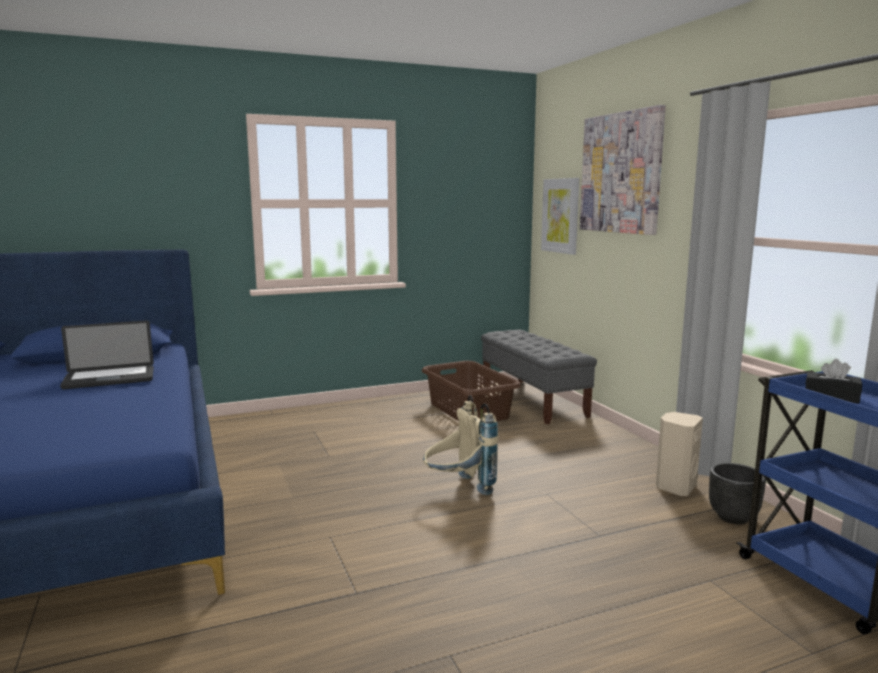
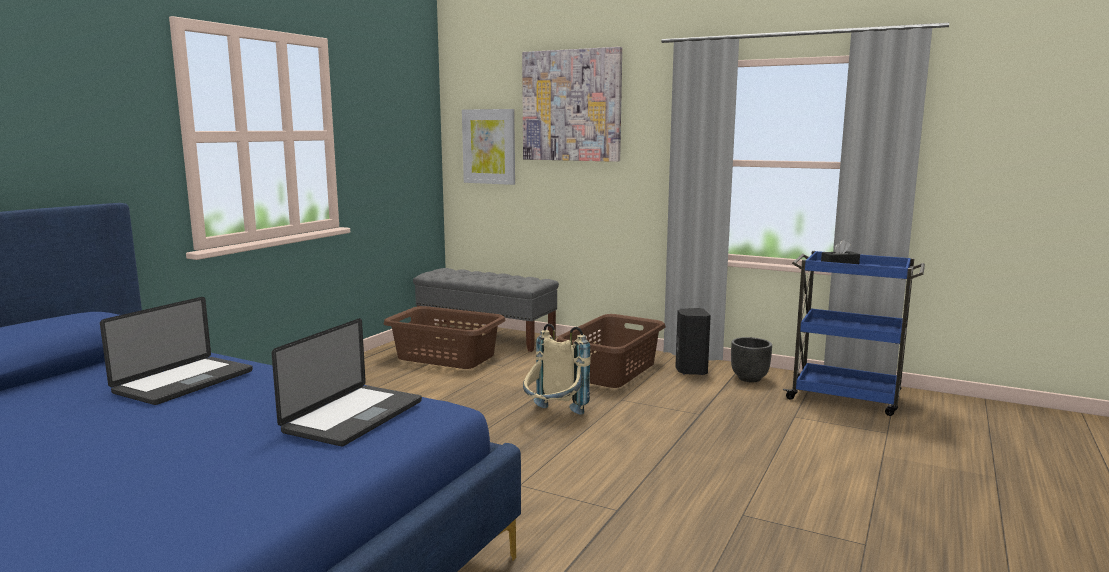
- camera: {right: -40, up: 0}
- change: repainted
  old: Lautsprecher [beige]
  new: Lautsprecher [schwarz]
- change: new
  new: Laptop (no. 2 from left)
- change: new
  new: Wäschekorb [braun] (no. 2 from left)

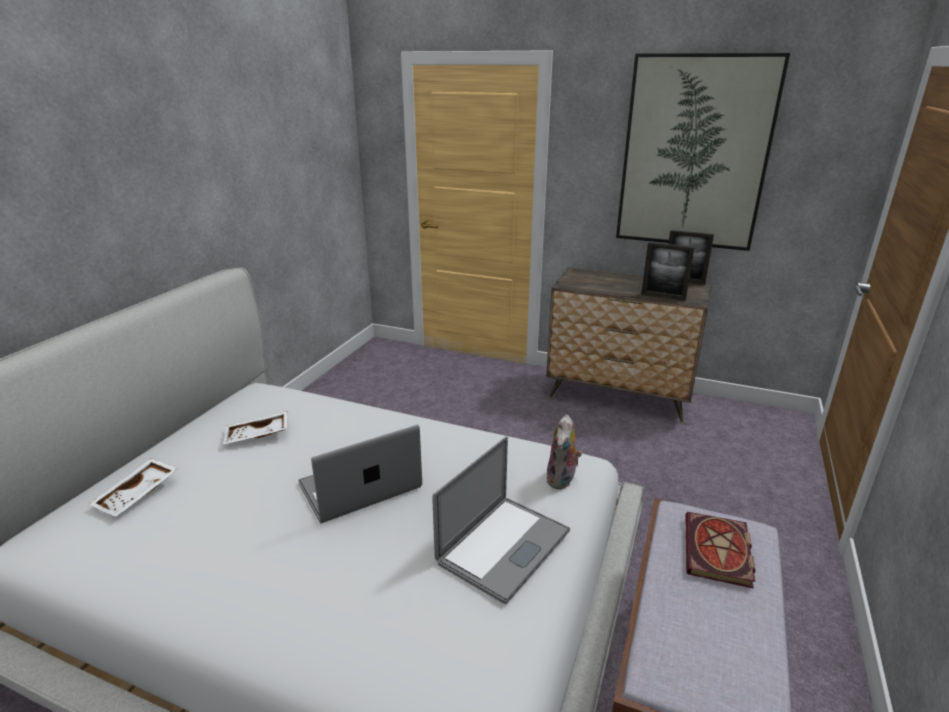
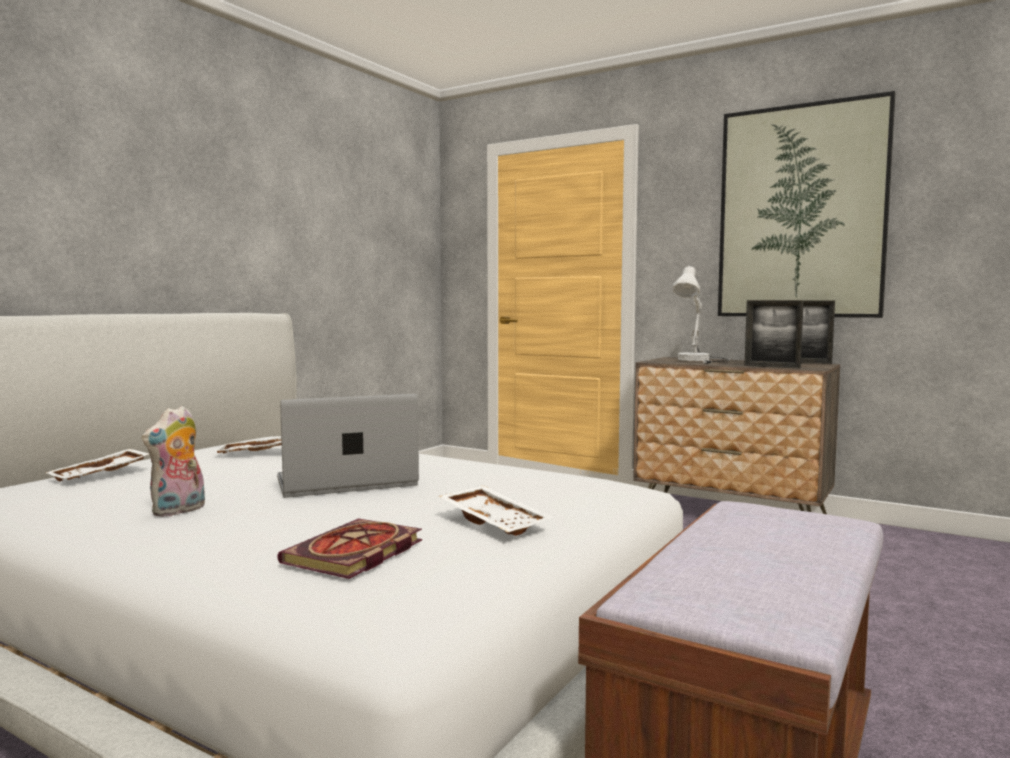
- camera: {right: 10, up: -20}
- change: swapped
  old: Laptop (no. 2 from left)
  new: Tablett [weiß] (no. 3 from left)
- change: shifted
  old: Plüschtier
- change: shifted
  old: Buch
- change: new
  new: Tischlampe [weiß]

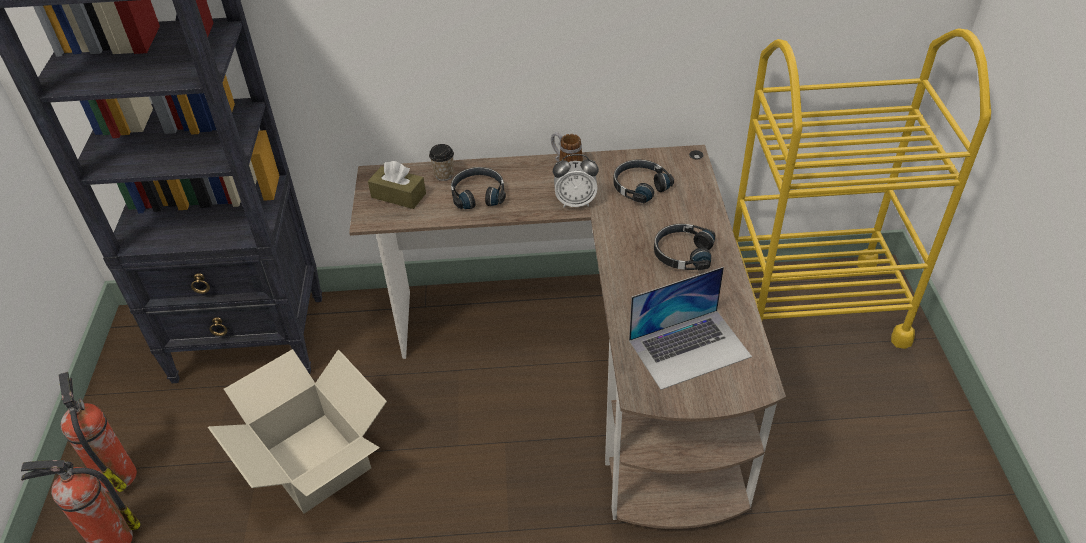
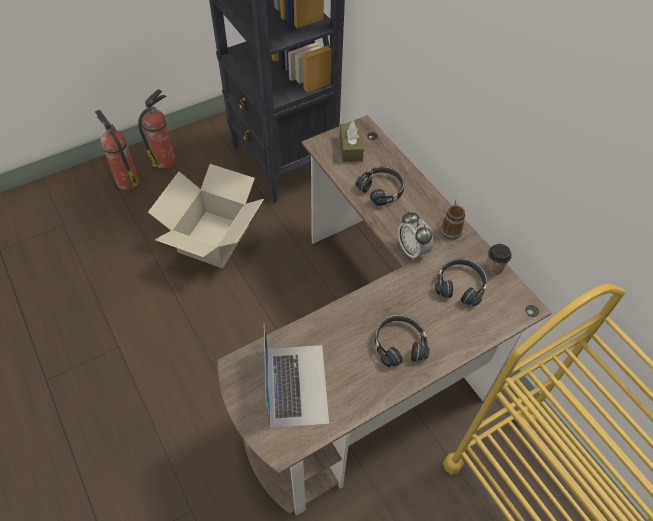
- camera: {right: 60, up: 10}
- change: shifted
  old: Tasse
- change: rotated
  old: Laptop
  degrees: -135

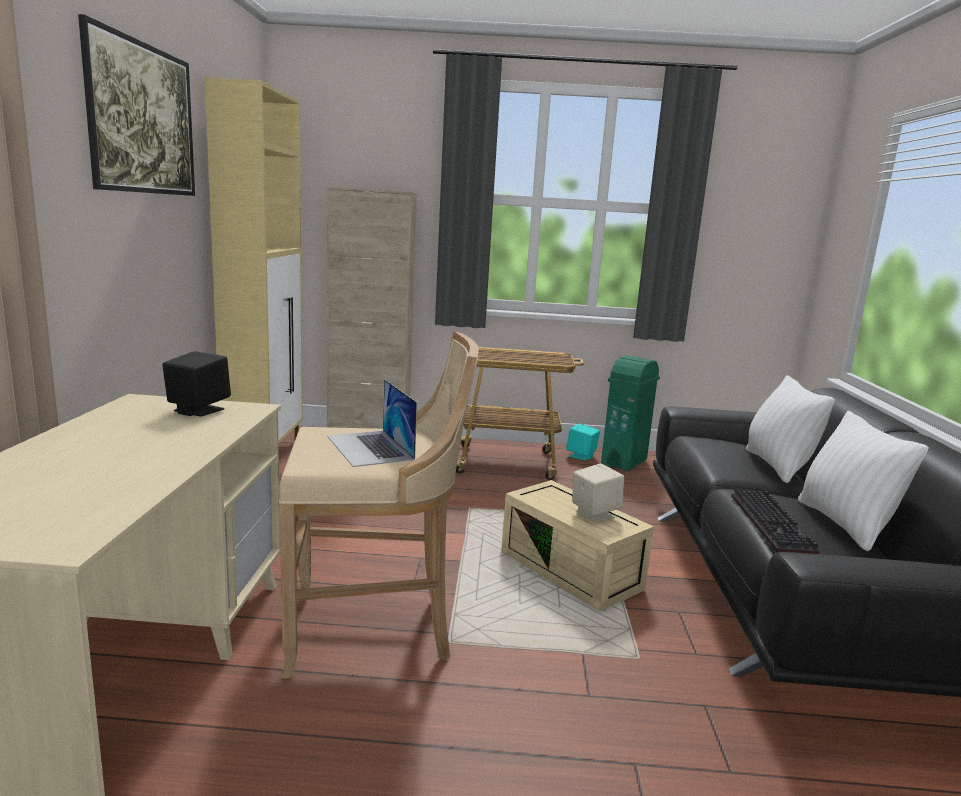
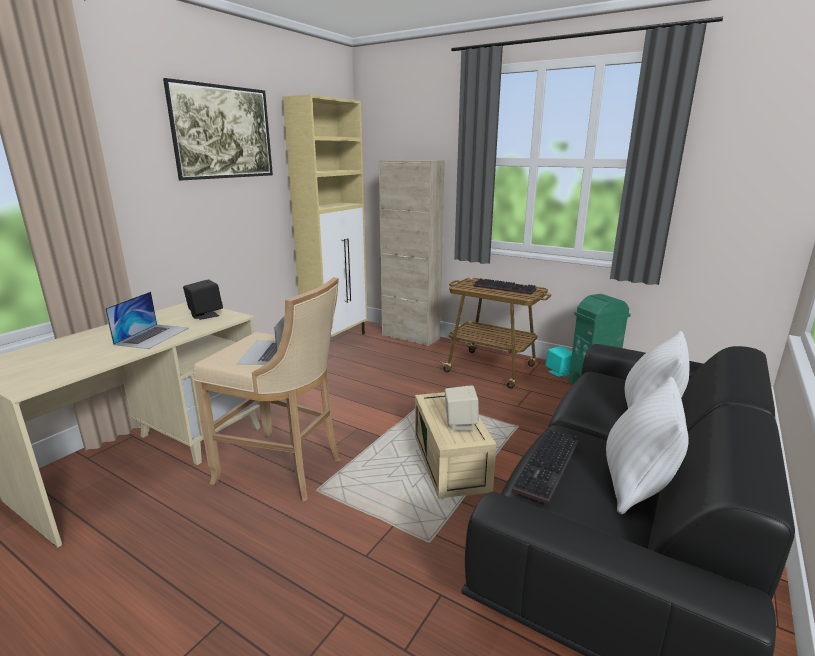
- camera: {right: 30, up: 5}
- change: new
  new: Laptop (no. 1 from left)
- change: new
  new: Tastatur (no. 1 from left)

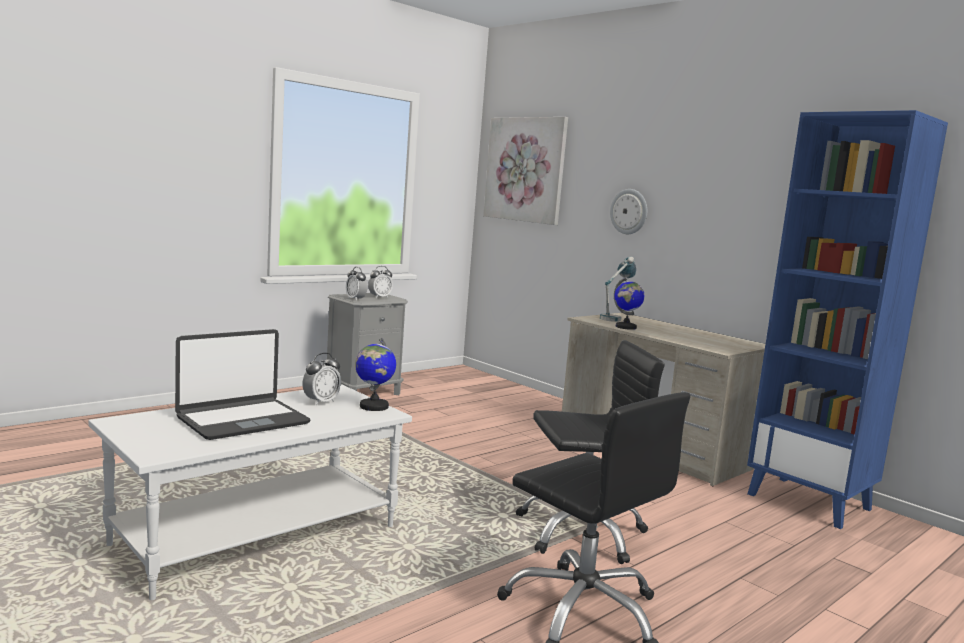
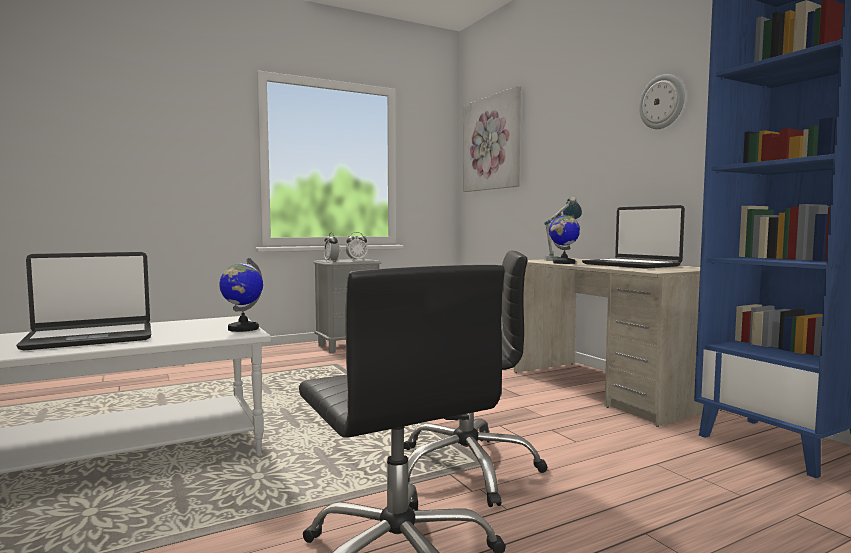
- camera: {right: 15, up: -5}
- change: gone
  old: Wecker (no. 1 from left)
- change: shifted
  old: Wanduhr
- change: new
  new: Laptop (no. 2 from left)

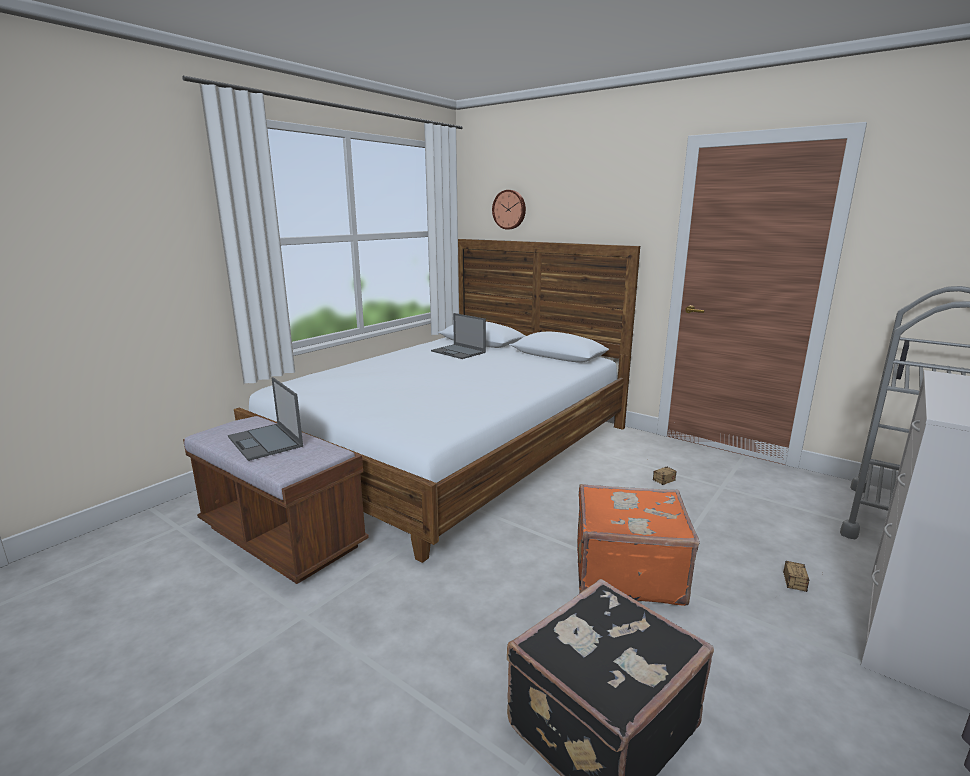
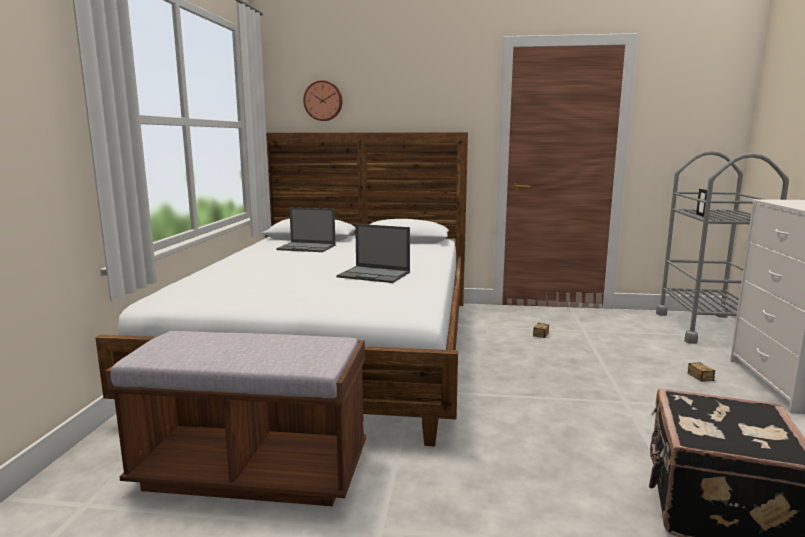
- camera: {right: -30, up: -5}
- change: shifted
  old: Laptop (no. 1 from left in the first image)
  new: Laptop (no. 2 from left)
- change: gone
  old: Koffer [orange]

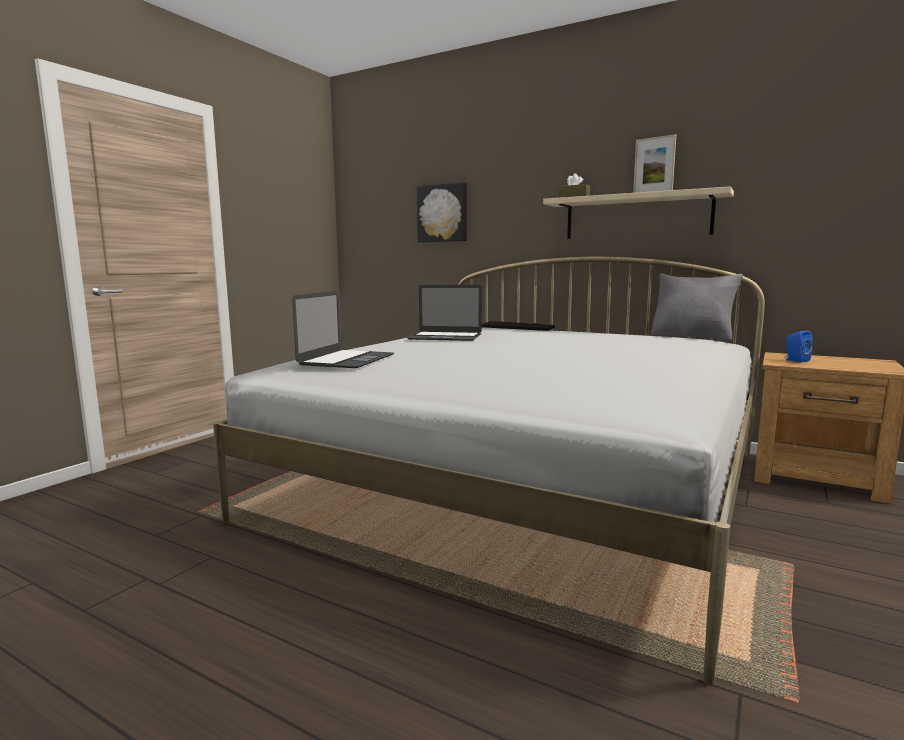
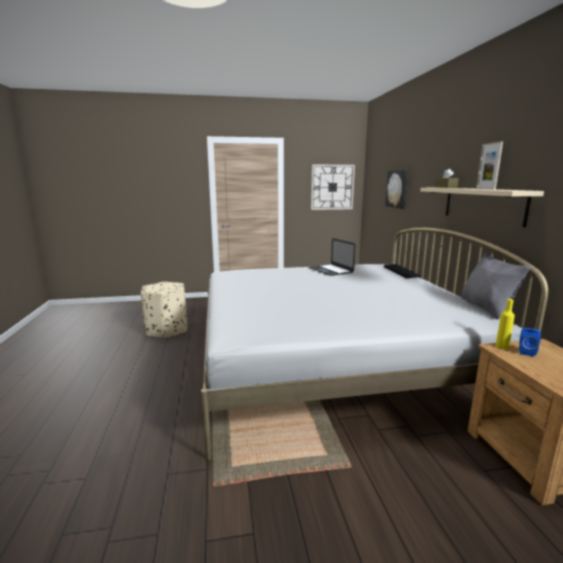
- camera: {right: 50, up: 5}
- change: gone
  old: Laptop (no. 1 from left)
- change: new
  new: Polsterhocker [beige]
- change: new
  new: Wanduhr
- change: new
  new: Flasche [gelb]

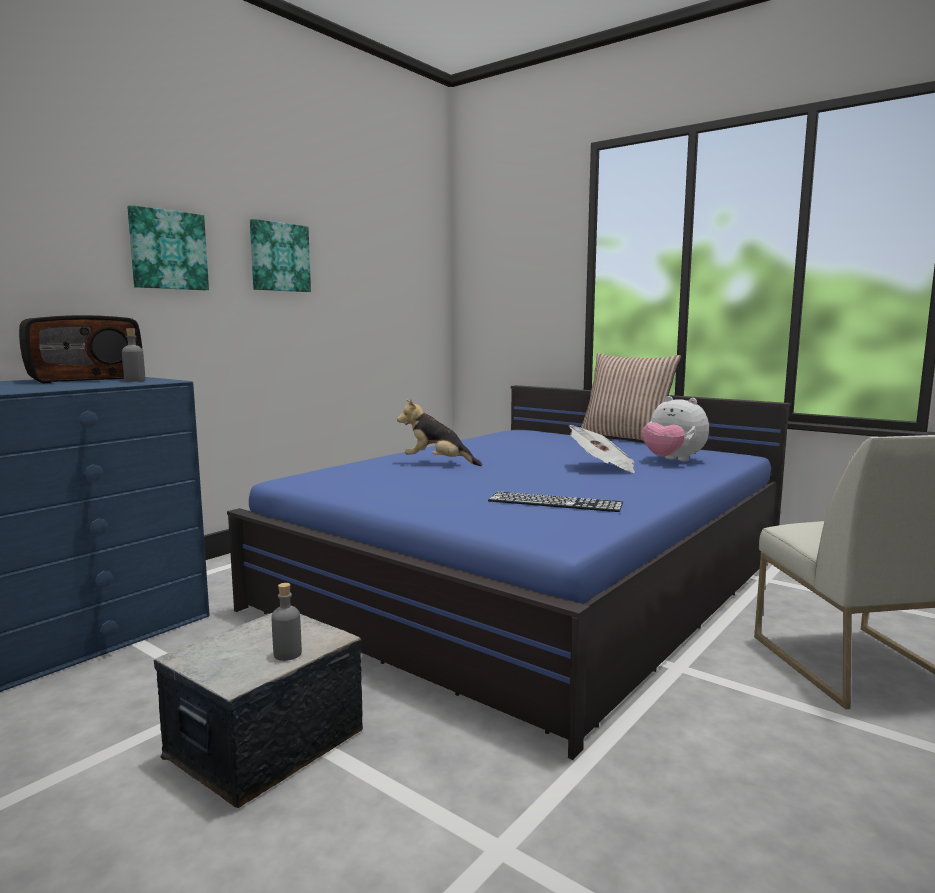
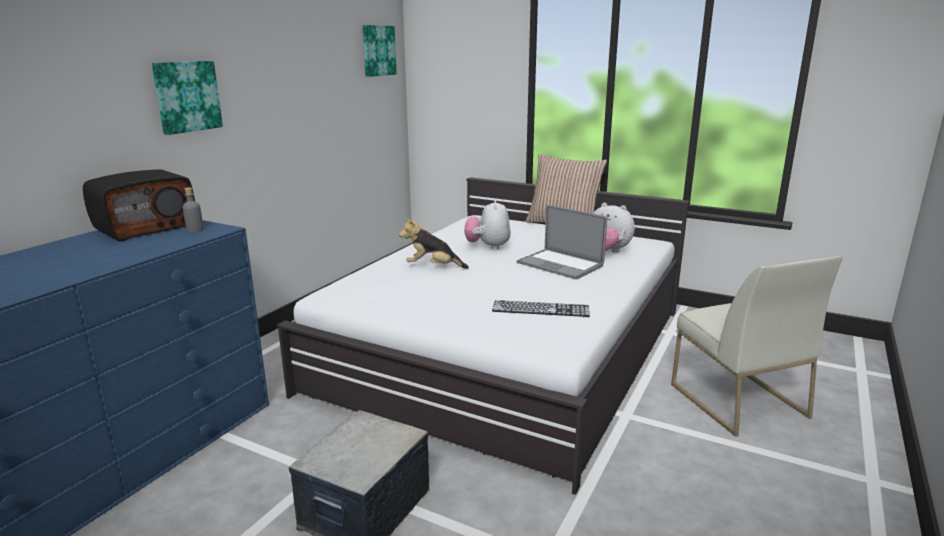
- camera: {right: -10, up: 10}
- change: repainted
  old: Bett [blau]
  new: Bett [weiß]
- change: shifted
  old: Bild (no. 2 from left)
- change: gone
  old: Flasche [grau] (no. 2 from left)
- change: swapped
  old: Zeitung
  new: Laptop
- change: new
  new: Plüschtier (no. 2 from left)

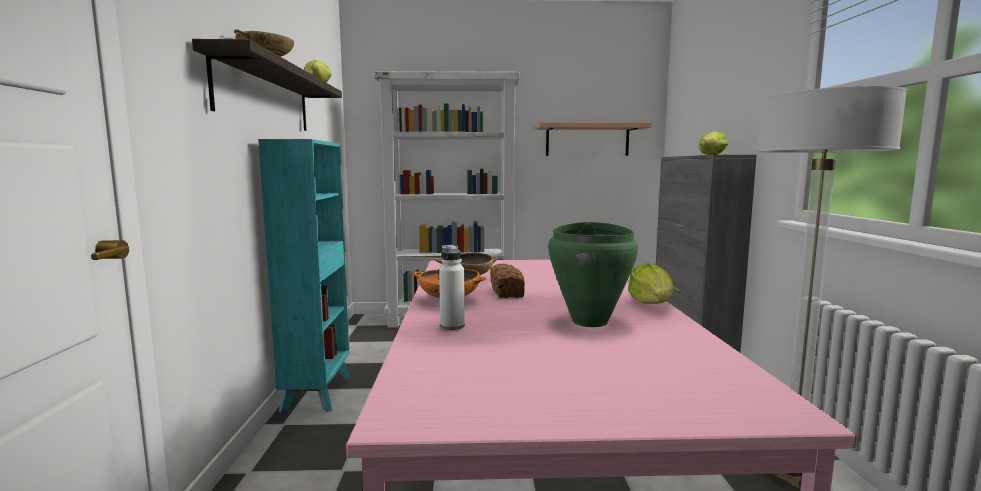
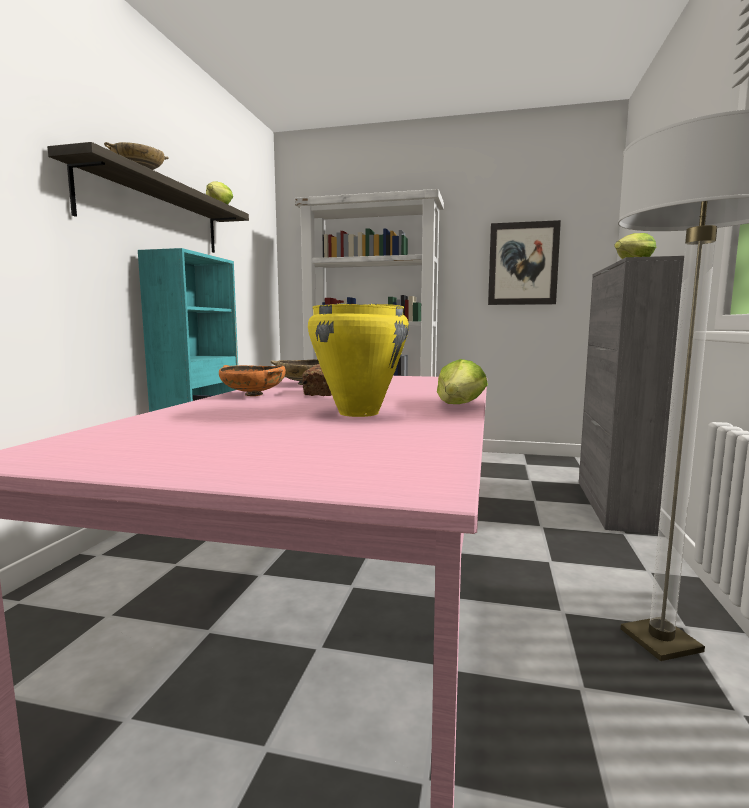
- camera: {right: 15, up: 0}
- change: gone
  old: Flasche [weiß]
- change: swapped
  old: Wandregal (no. 2 from left)
  new: Bild
- change: repainted
  old: Kochtopf [grün]
  new: Kochtopf [gelb]

